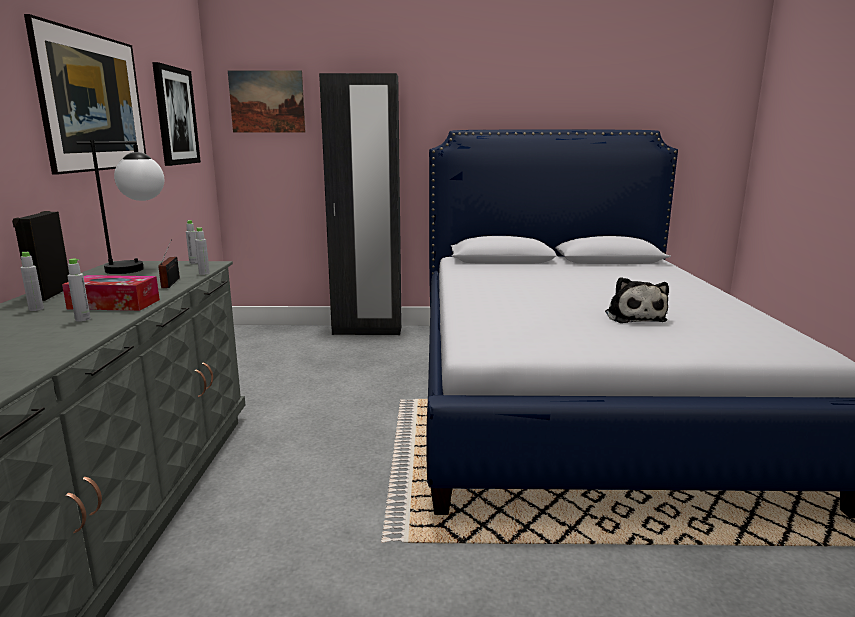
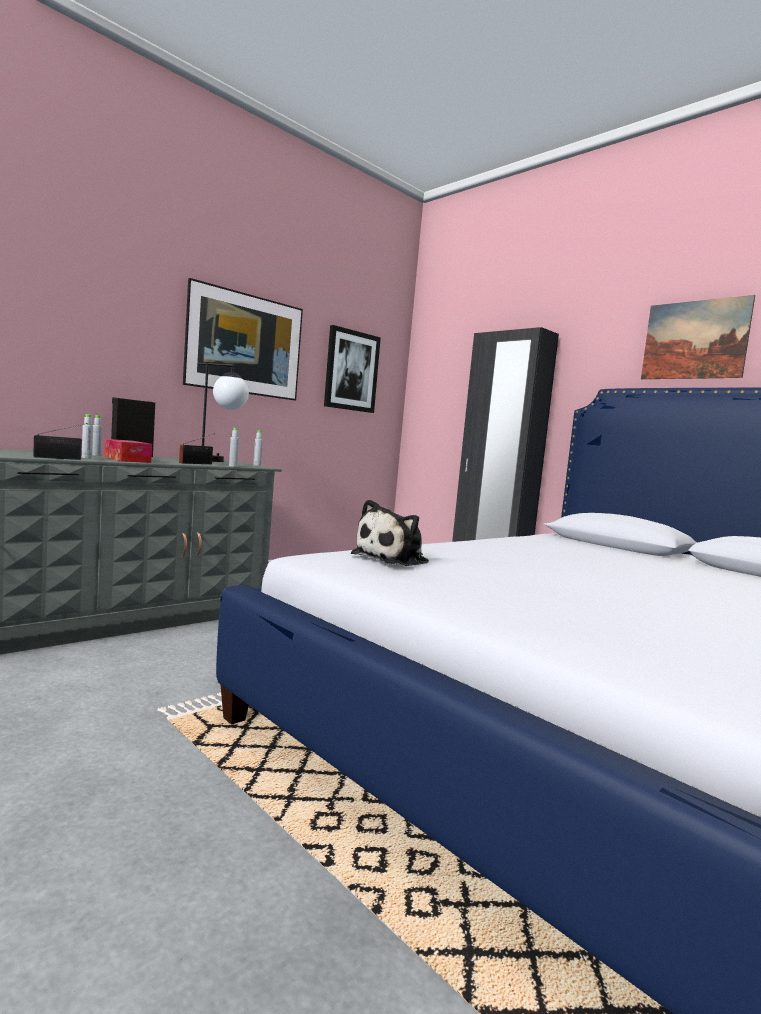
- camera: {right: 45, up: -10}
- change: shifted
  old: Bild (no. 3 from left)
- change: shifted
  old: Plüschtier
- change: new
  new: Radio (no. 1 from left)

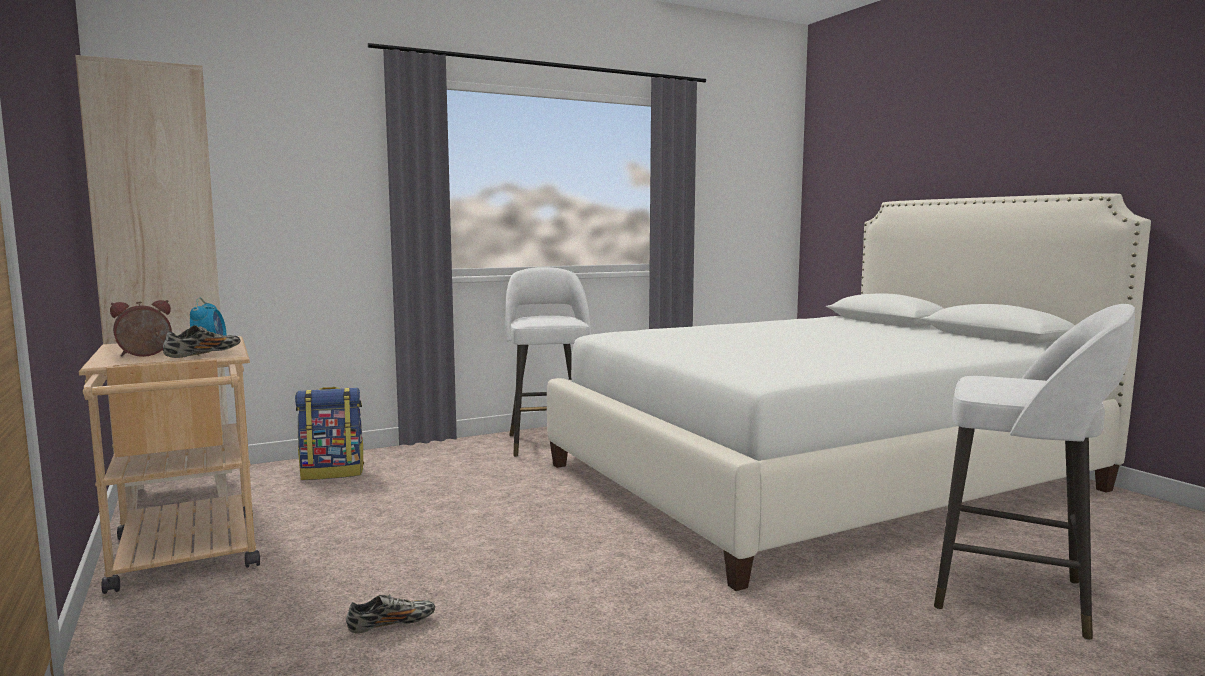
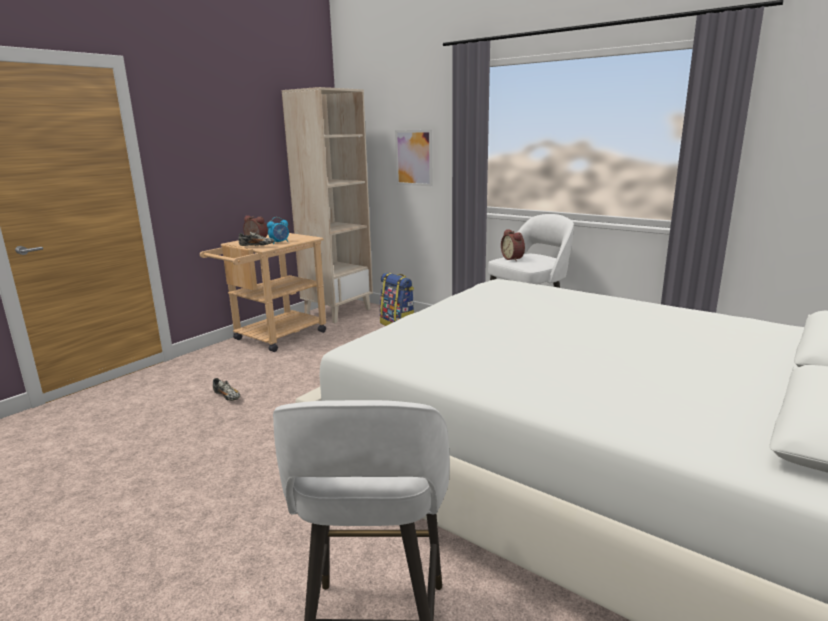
- camera: {right: 65, up: 10}
- change: new
  new: Bild
- change: new
  new: Wecker (no. 3 from left)

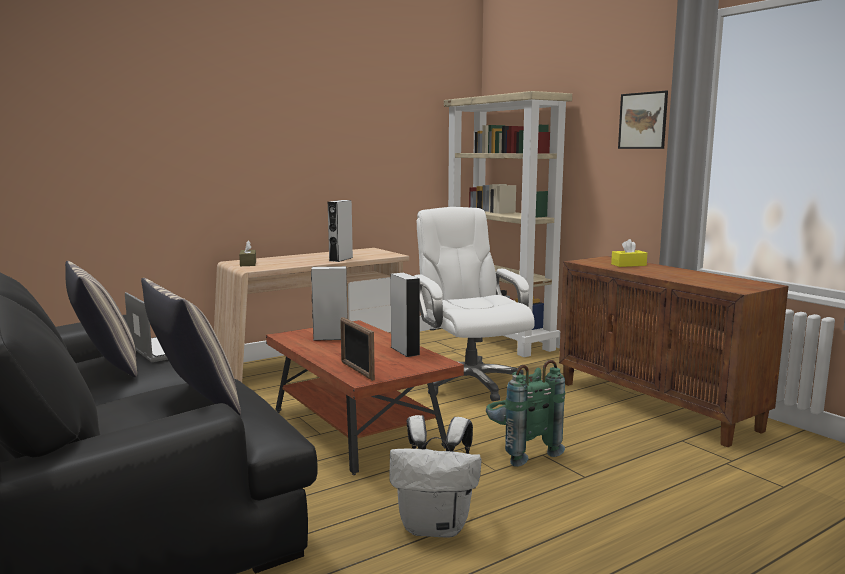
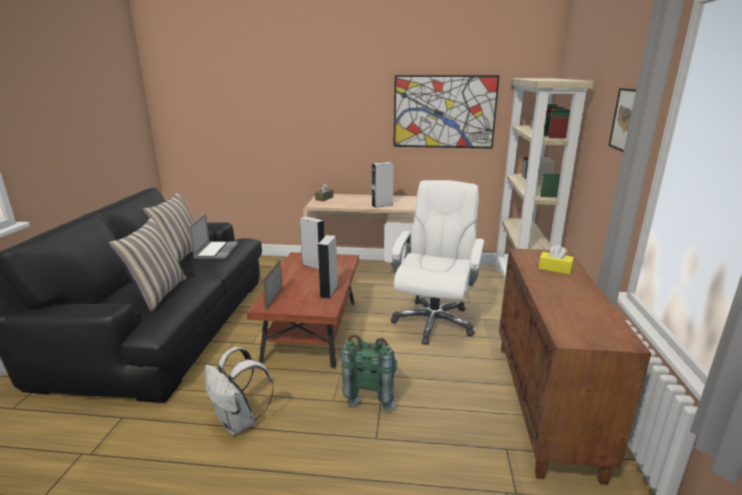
- camera: {right: 40, up: 10}
- change: new
  new: Bild (no. 1 from left)

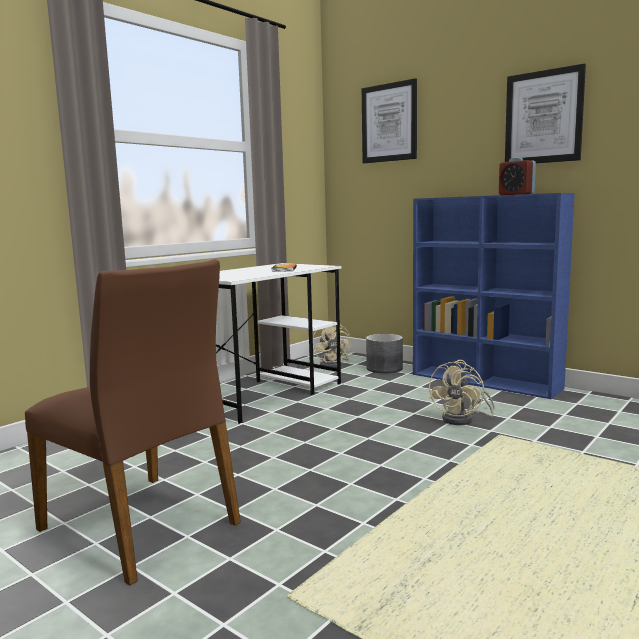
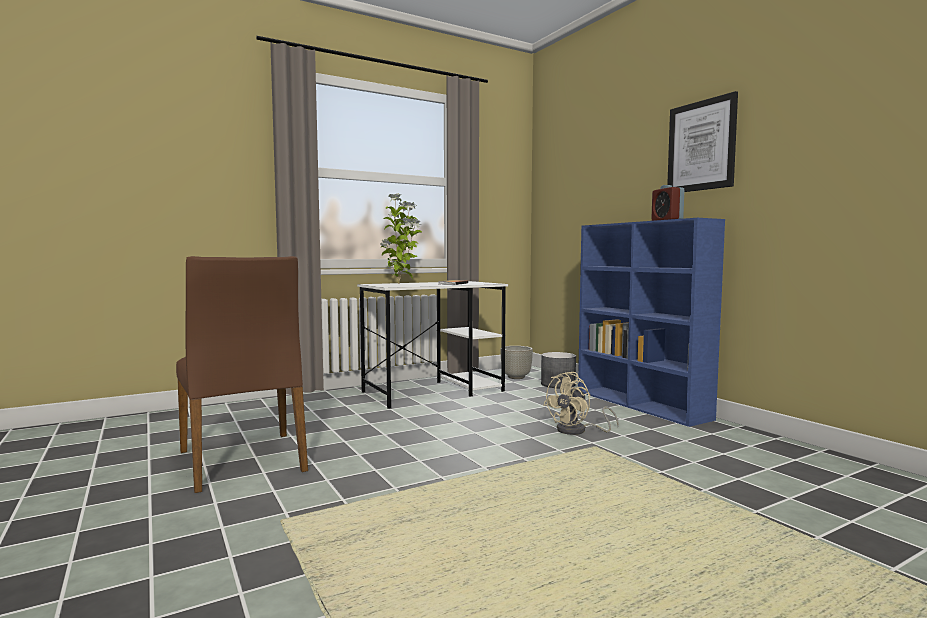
- camera: {right: 20, up: -5}
- change: swapped
  old: Ventilator [beige] (no. 1 from left)
  new: Pflanzkübel [grau] (no. 1 from left)
- change: gone
  old: Bild (no. 1 from left)
- change: new
  new: Topfpflanze

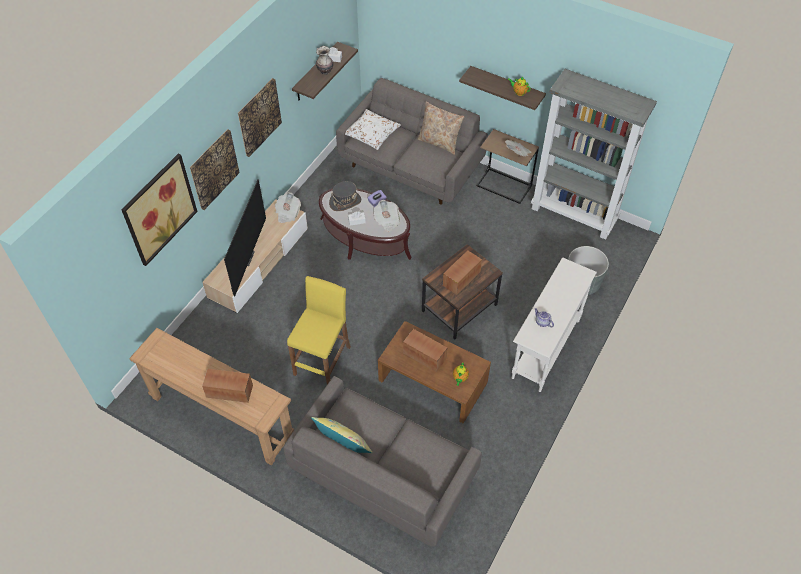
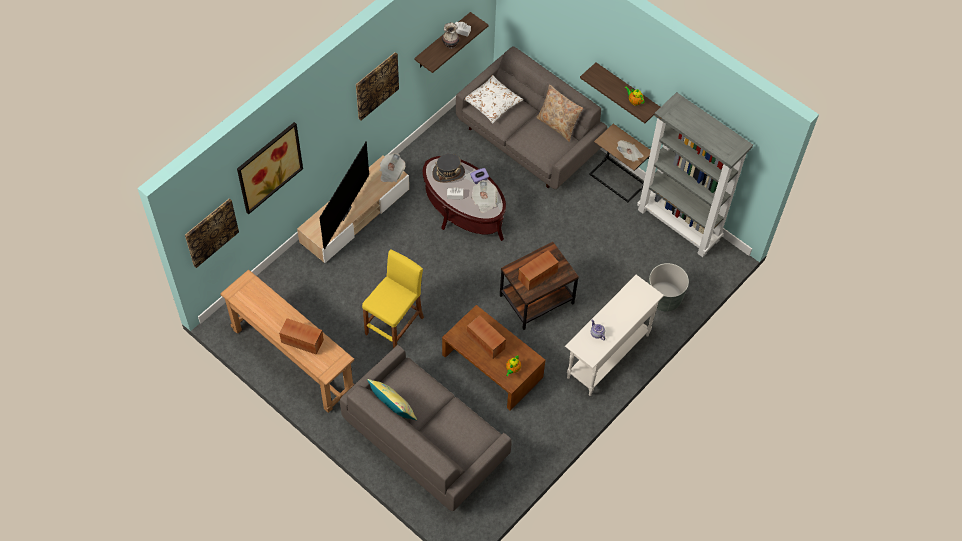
- camera: {right: 10, up: 5}
- change: shifted
  old: Bild (no. 2 from left in the first image)
  new: Bild (no. 1 from left)

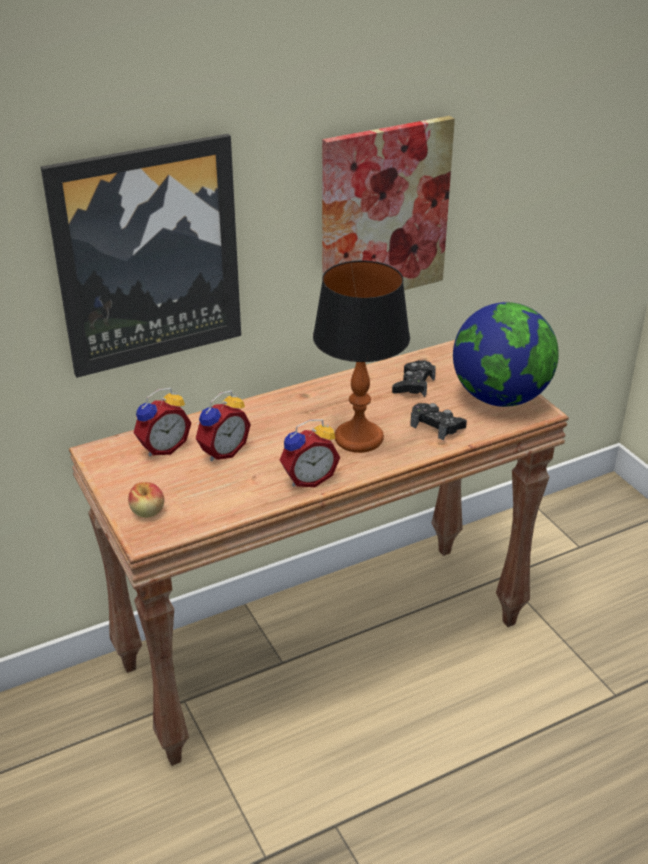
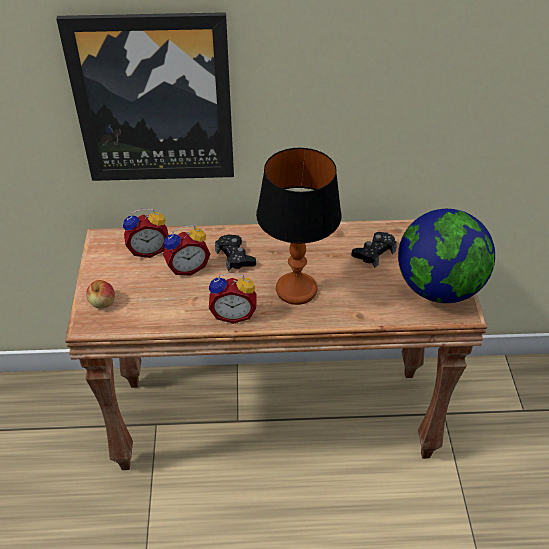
- camera: {right: 25, up: 10}
- change: gone
  old: Bild (no. 2 from left)
- change: shifted
  old: Gamepad [schwarz] (no. 2 from left in the first image)
  new: Gamepad [schwarz] (no. 1 from left)

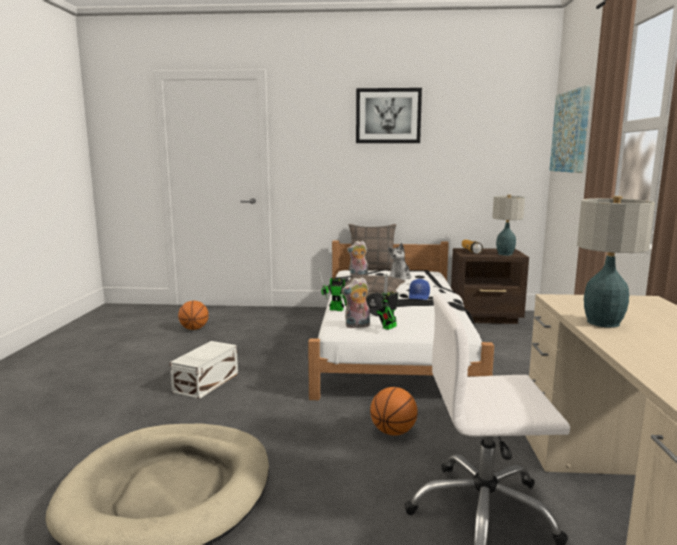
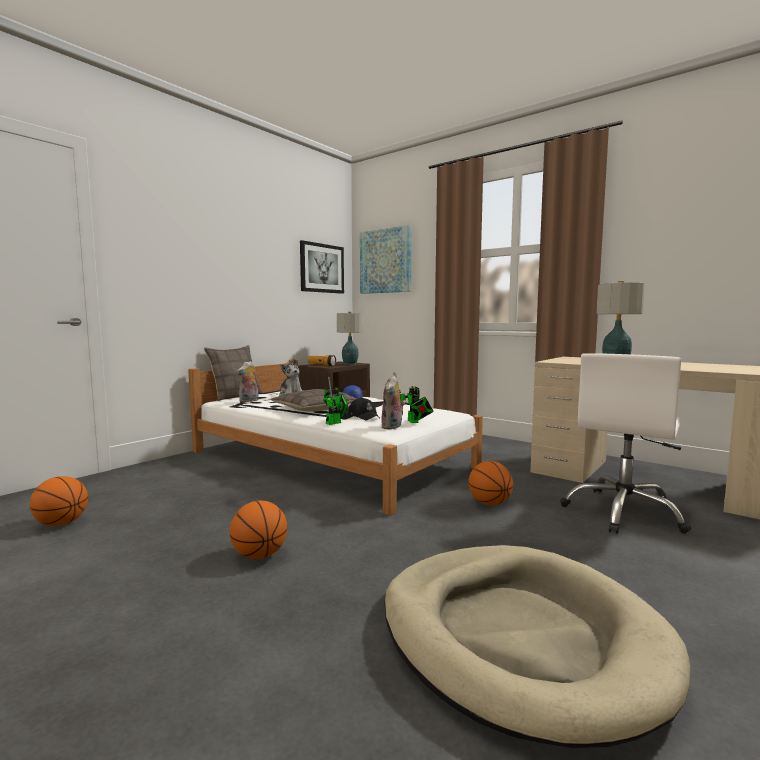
- camera: {right: -55, up: -5}
- change: swapped
  old: Aufbewahrungsbox [weiß]
  new: Basketball (no. 2 from left)
- change: shifted
  old: Bild (no. 1 from left)

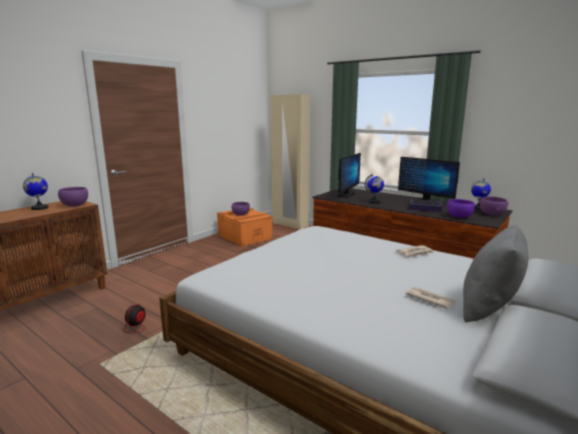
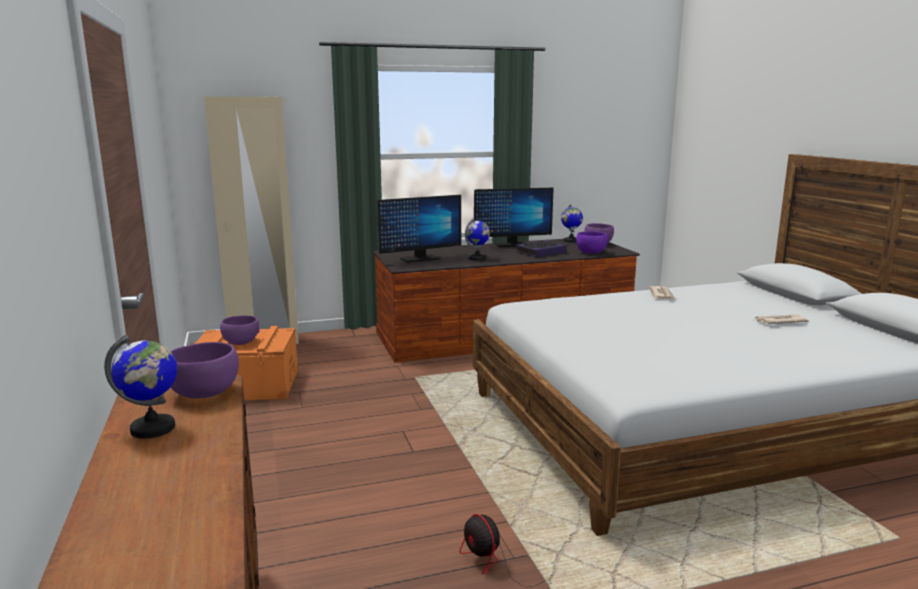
- camera: {right: -55, up: 0}
- change: rotated
  old: Monitor (no. 1 from left)
  degrees: 90
- change: gone
  old: Kissen [grau]

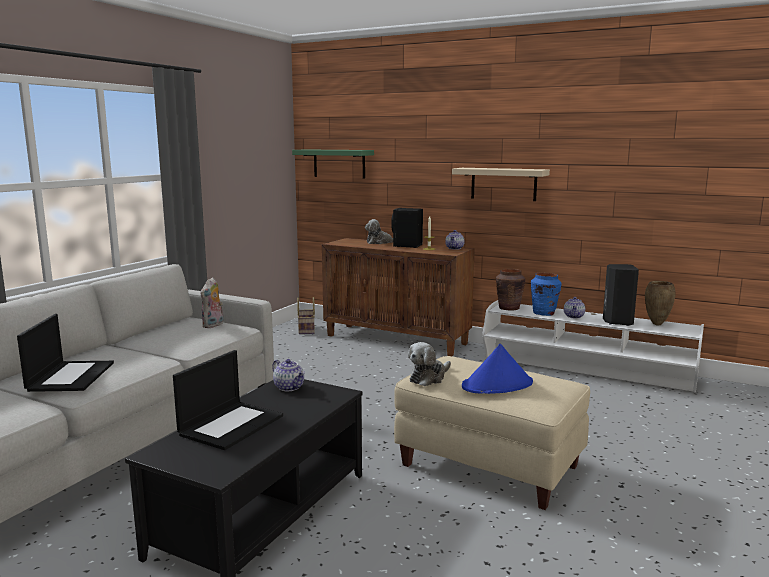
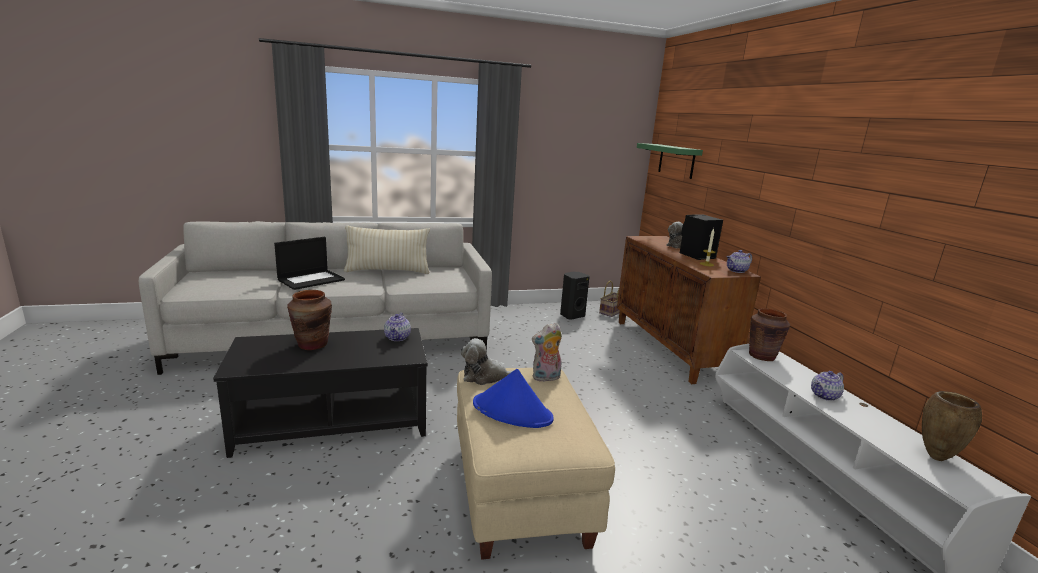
- camera: {right: 45, up: 5}
- change: swapped
  old: Laptop (no. 2 from left)
  new: Vase [braun] (no. 1 from left)
- change: shifted
  old: Plüschtier (no. 1 from left in the first image)
  new: Plüschtier (no. 2 from left)
- change: gone
  old: Wandregal [beige]
- change: gone
  old: Vase [blau]
- change: shifted
  old: Lautsprecher [schwarz] (no. 2 from left in the first image)
  new: Lautsprecher [schwarz] (no. 1 from left)
- change: new
  new: Kissen [beige]

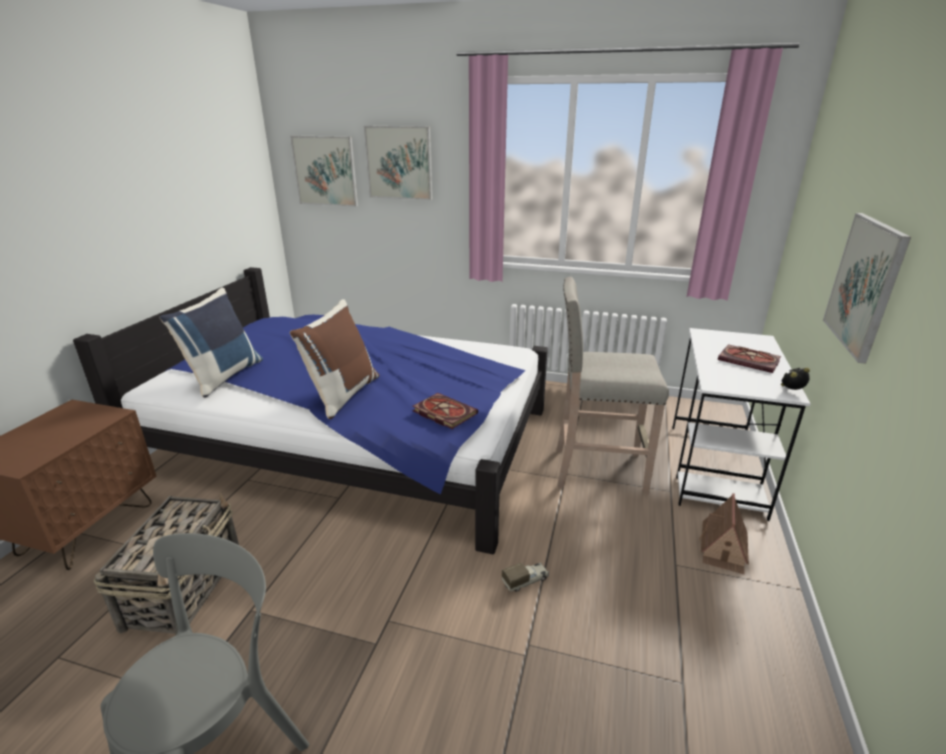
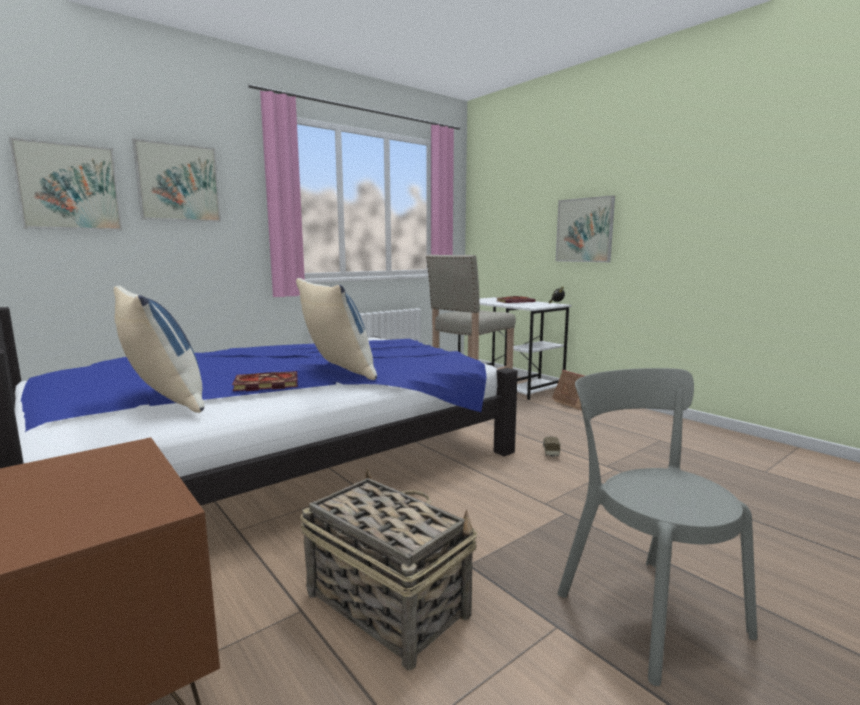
- camera: {right: -55, up: -15}
- change: repainted
  old: Kissen [braun]
  new: Kissen [blau] (no. 2 from left)
- change: shifted
  old: Buch (no. 1 from left)

